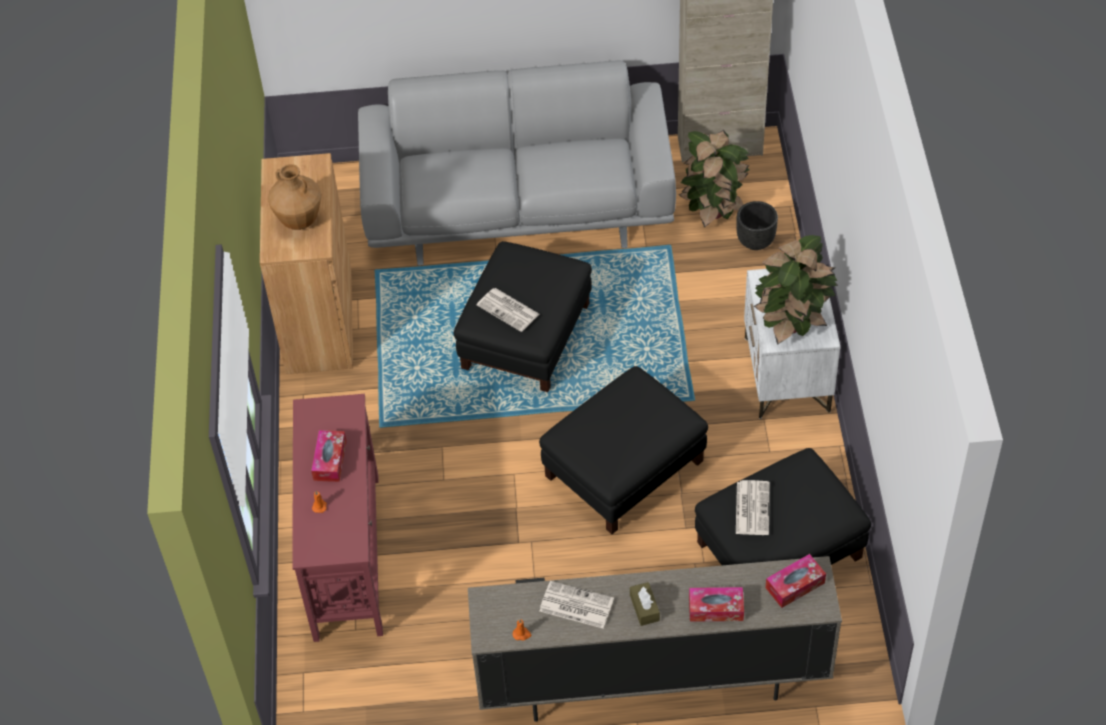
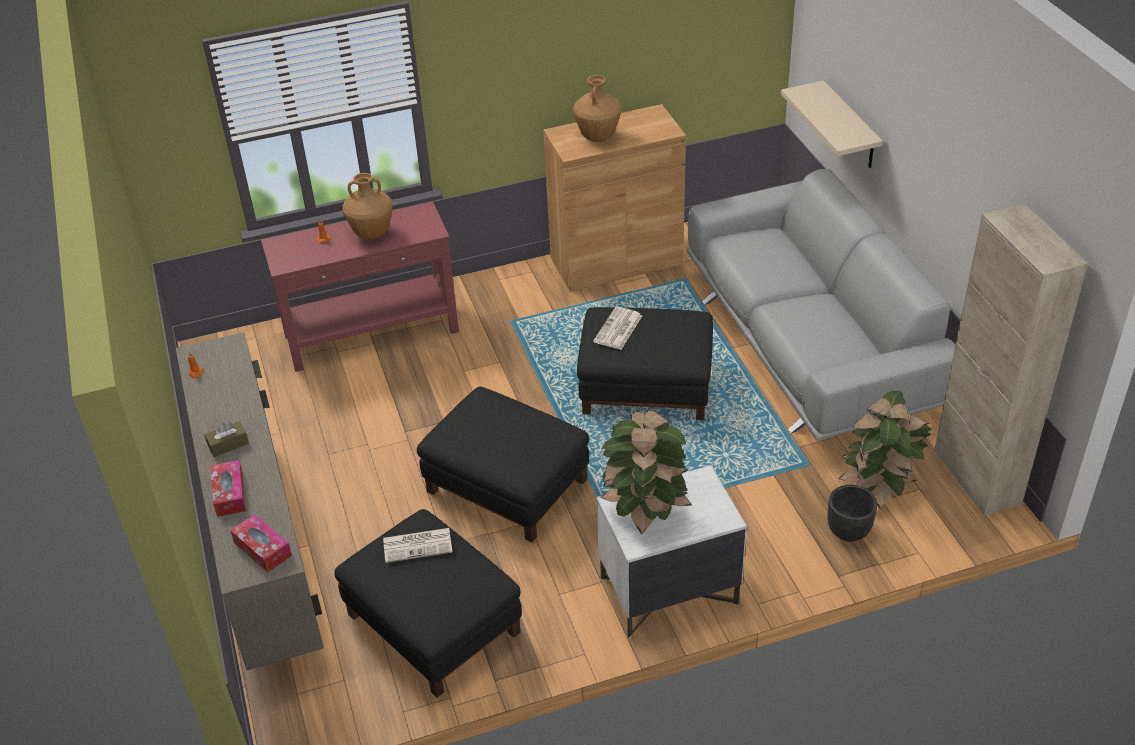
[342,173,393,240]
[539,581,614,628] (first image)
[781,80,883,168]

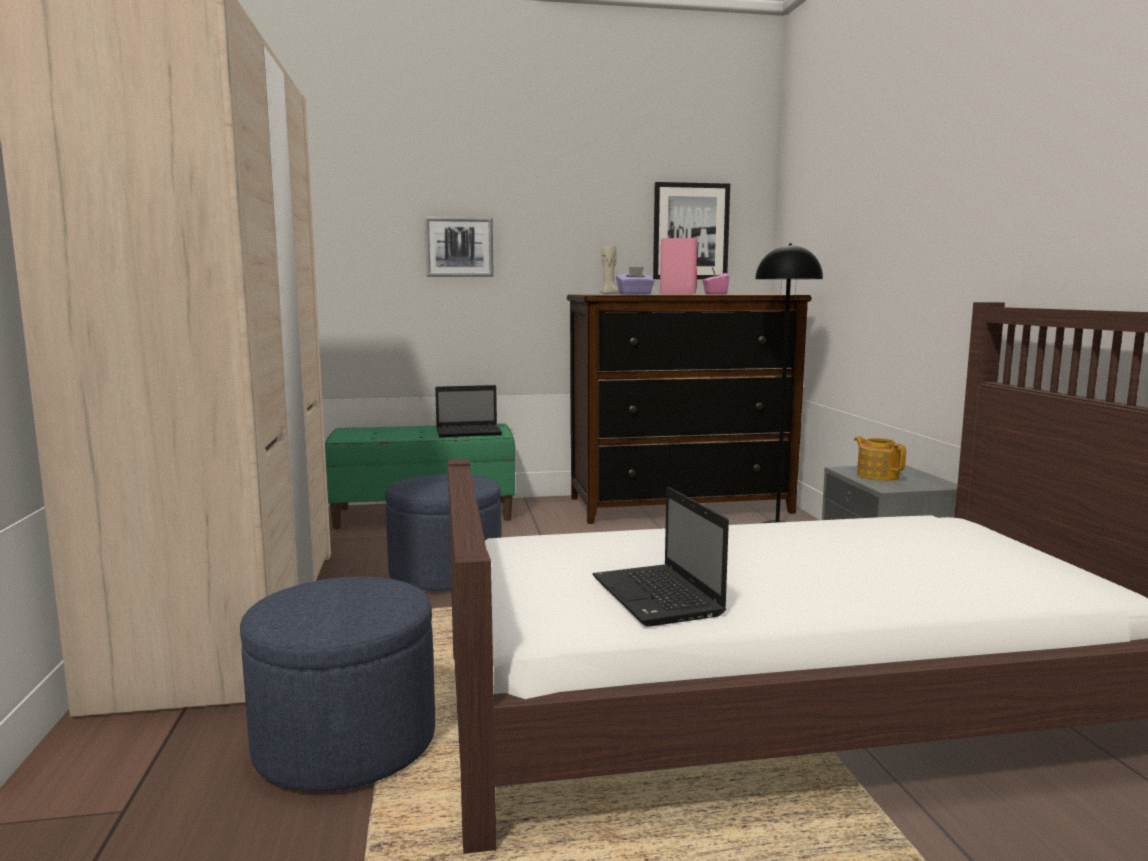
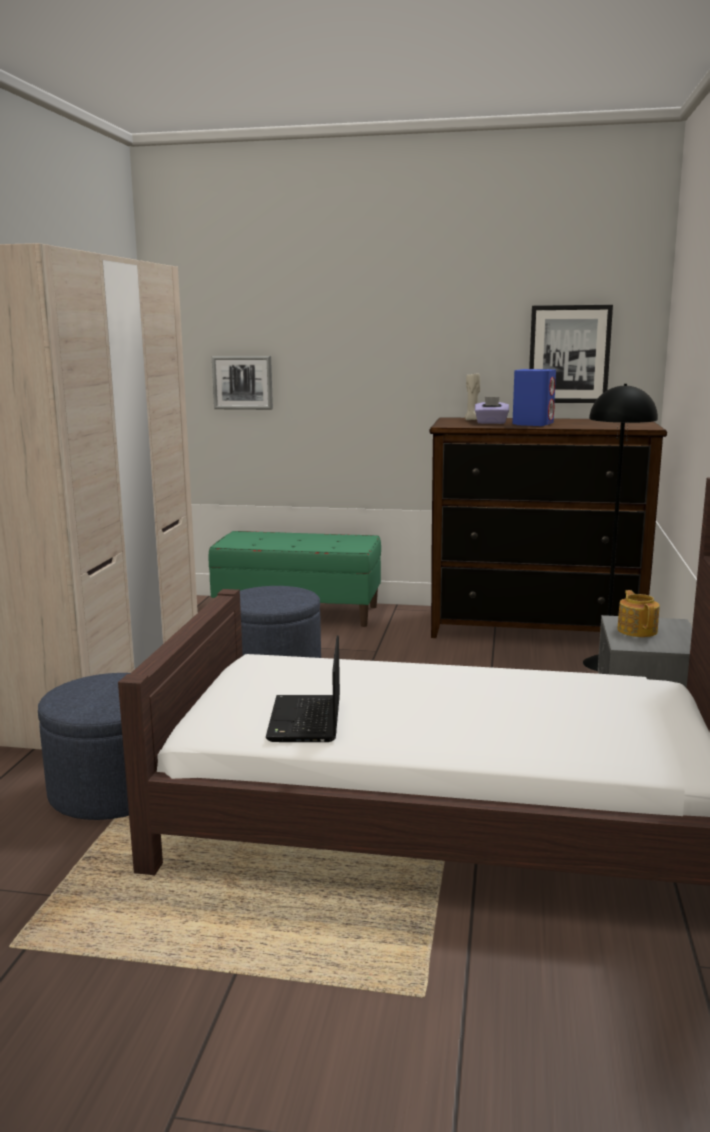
[212,356,273,410]
[435,385,502,437] (first image)
[512,369,556,426]
[703,267,729,295] (first image)

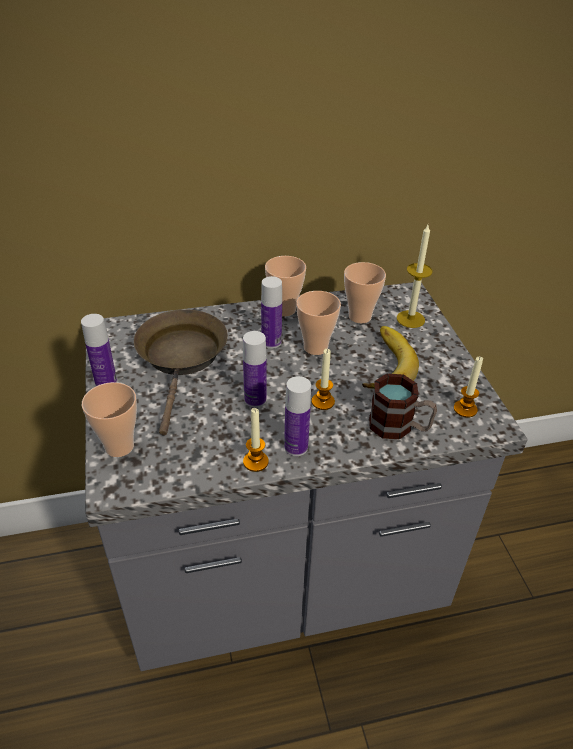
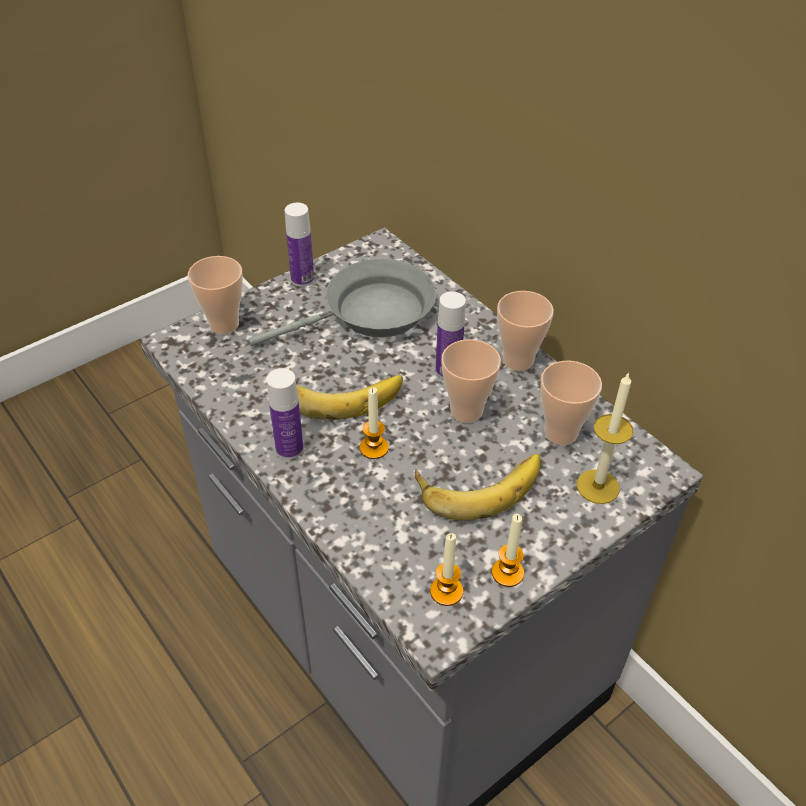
[248,259,436,346]
[289,368,403,420]
[492,514,524,587]
[369,374,437,439] (first image)

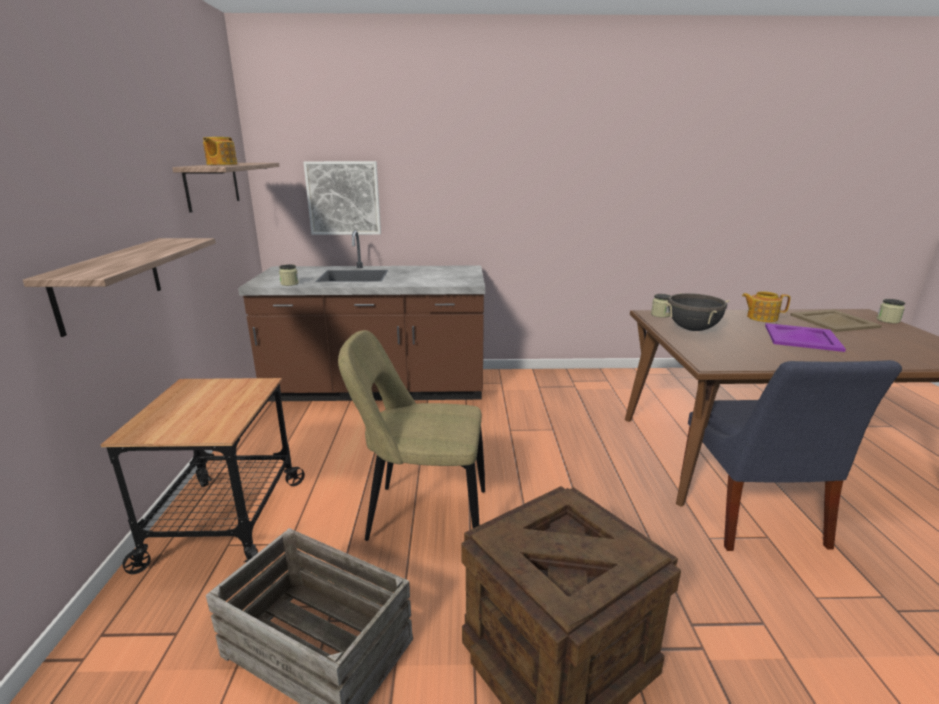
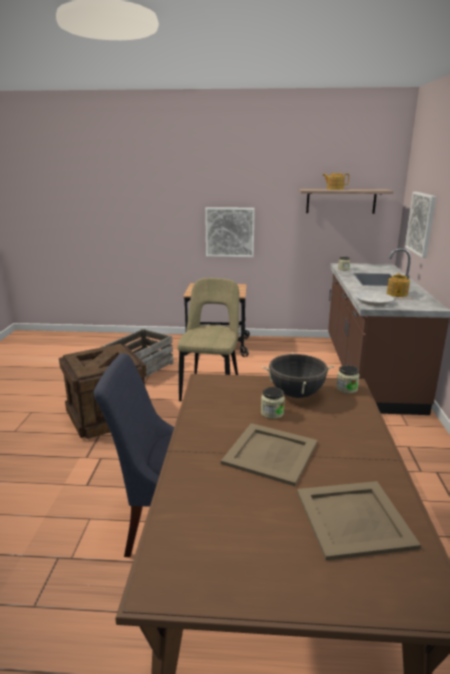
[205,207,255,257]
[387,273,410,297]
[221,423,318,486]
[261,387,285,419]
[356,292,414,306]

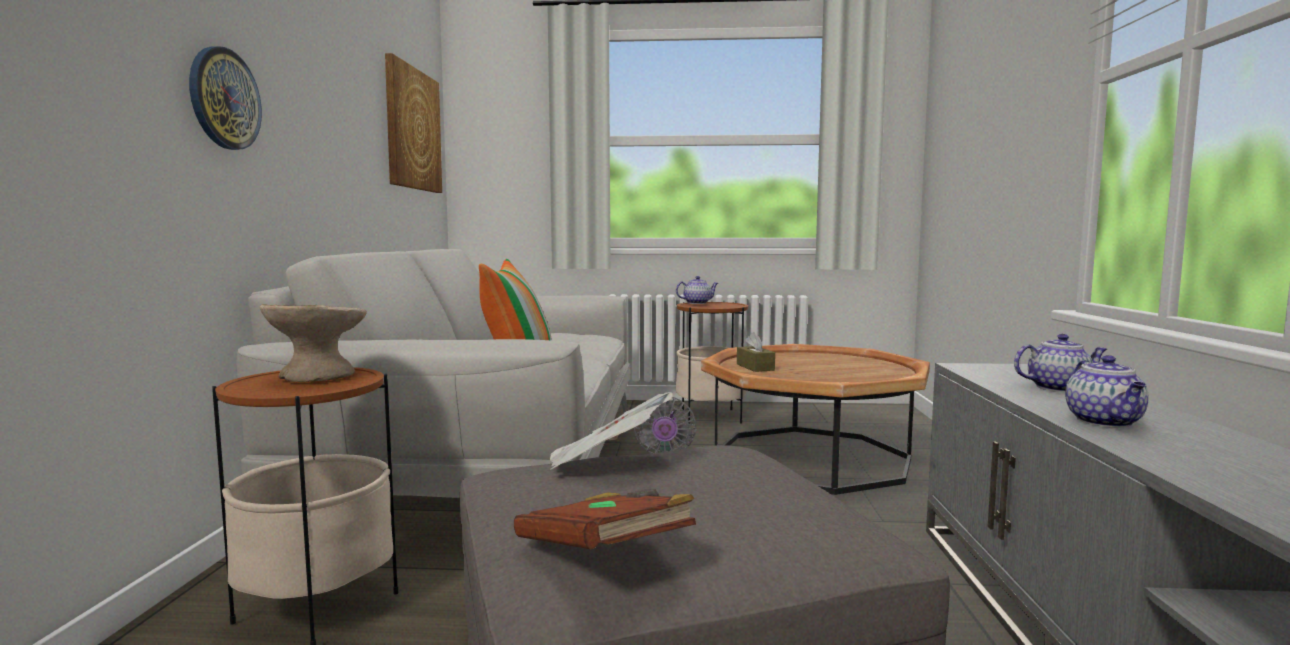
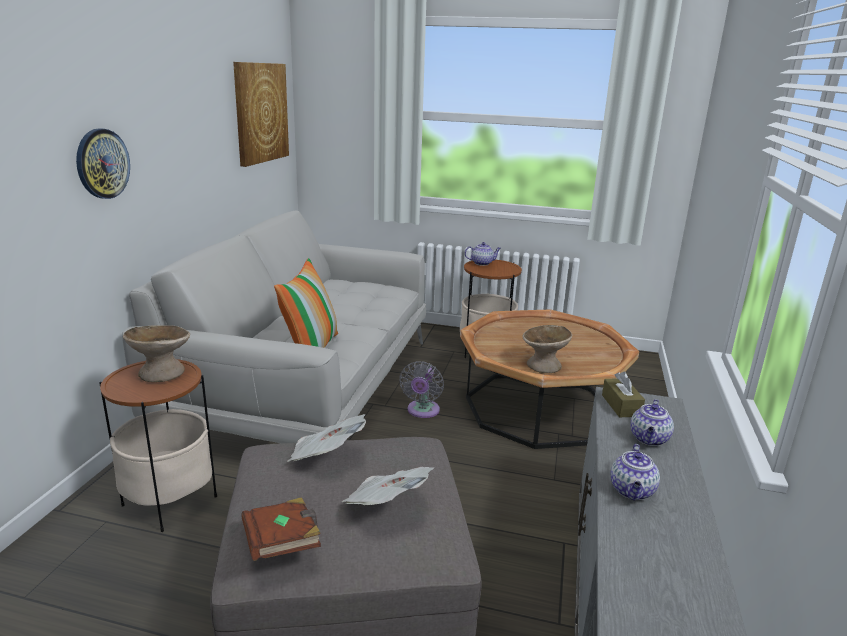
[602,371,645,417]
[630,399,674,446]
[342,467,434,505]
[522,325,572,373]

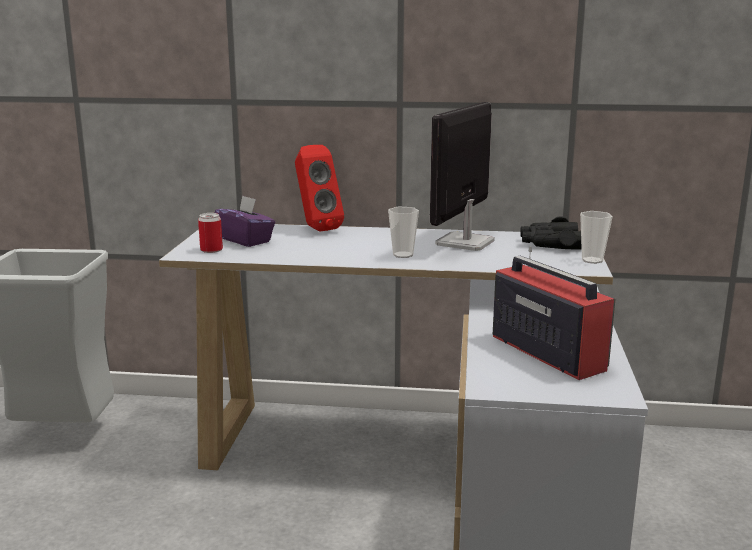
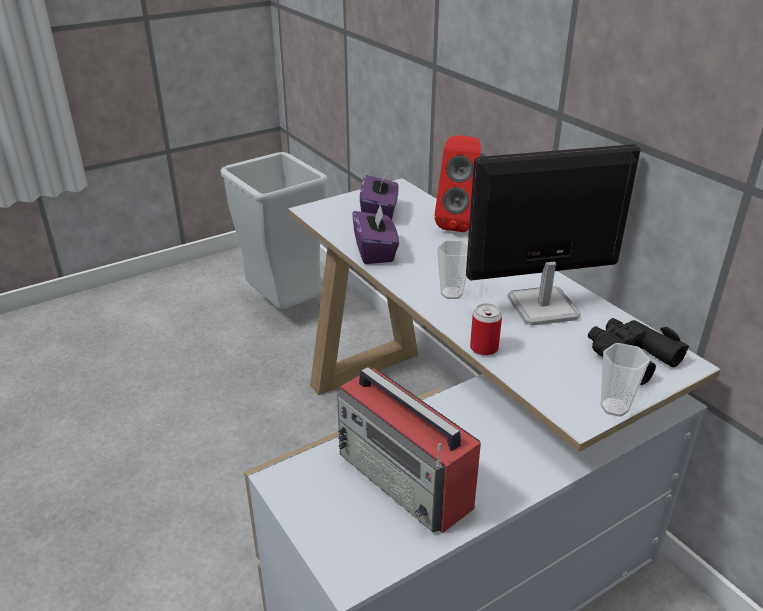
[470,303,502,356]
[337,367,481,533]
[352,203,399,264]

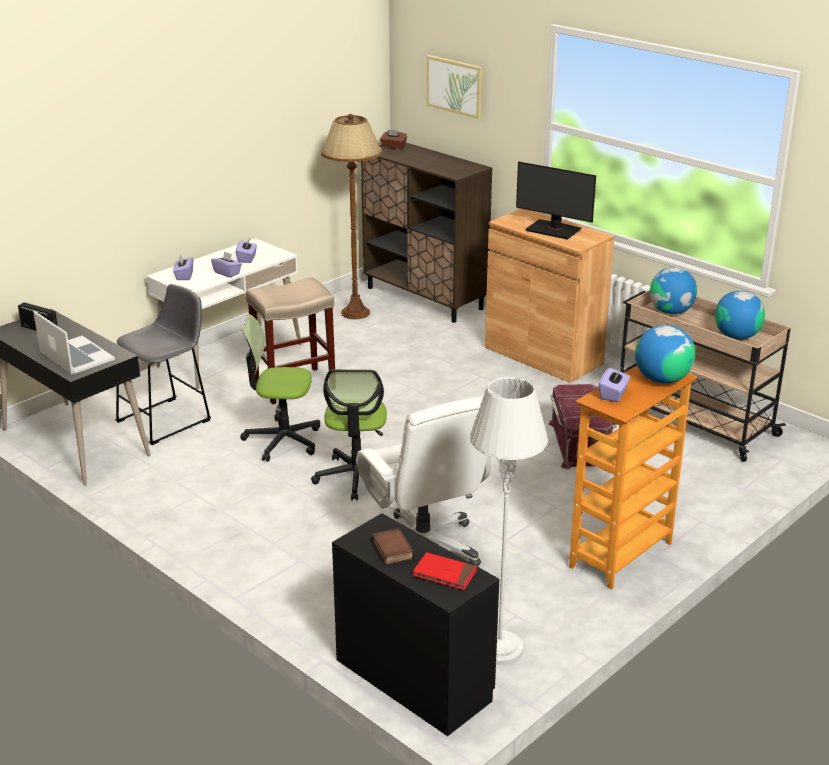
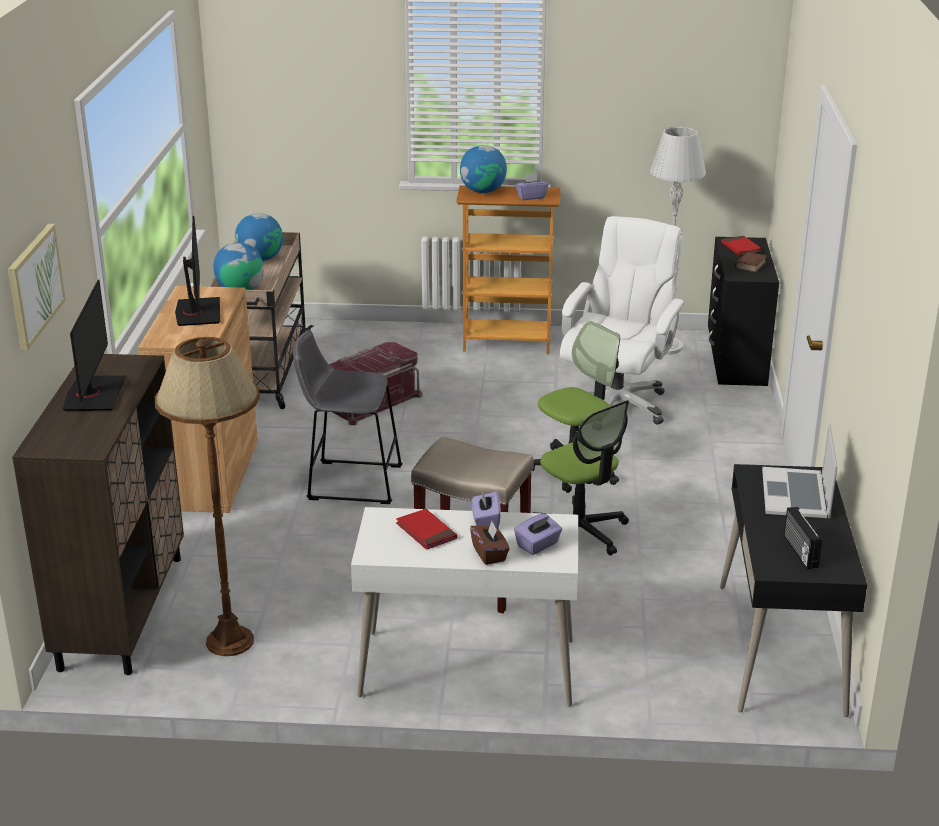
[293,330,403,504]
[396,509,457,550]
[470,521,510,565]
[63,280,127,411]

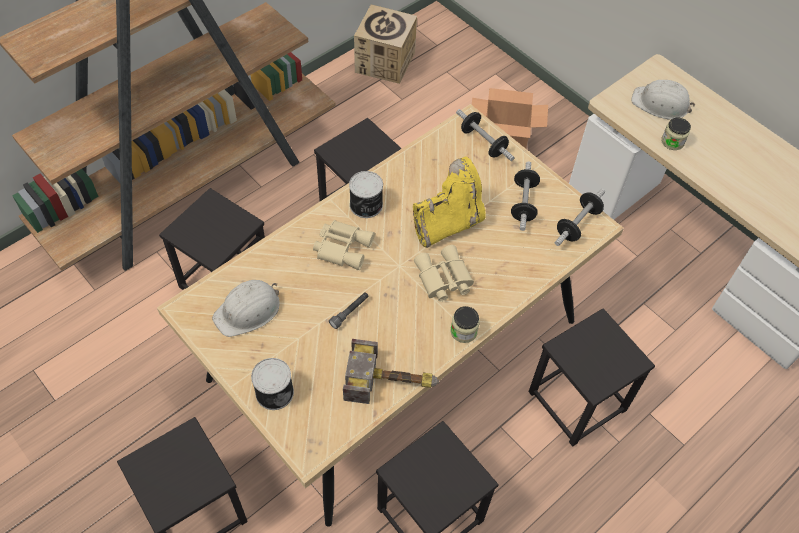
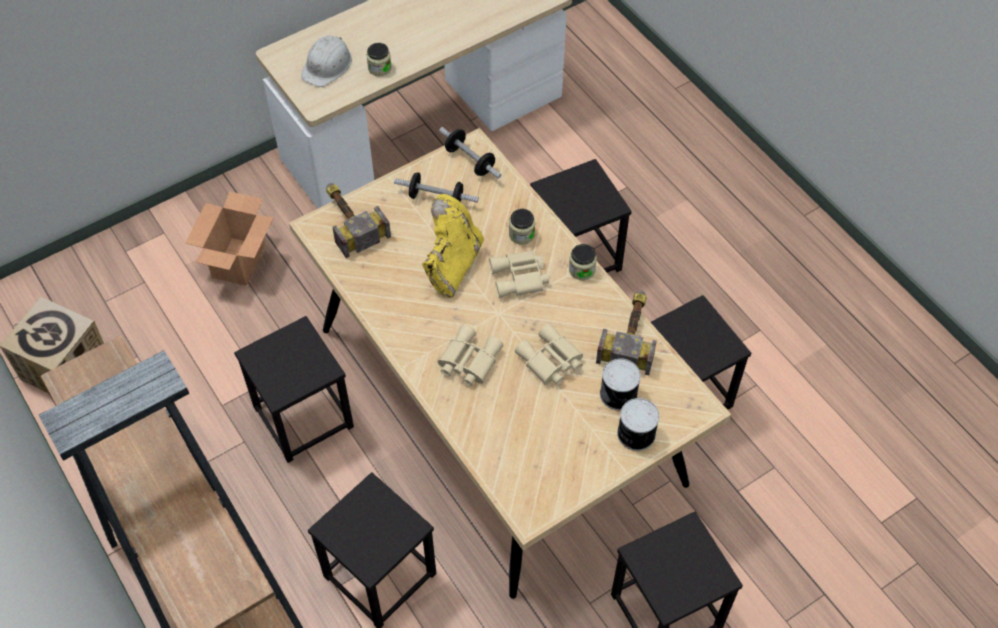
[212,280,280,337] (first image)
[515,323,583,385]
[600,358,641,410]
[422,194,484,297]
[326,183,391,258]
[509,209,535,245]

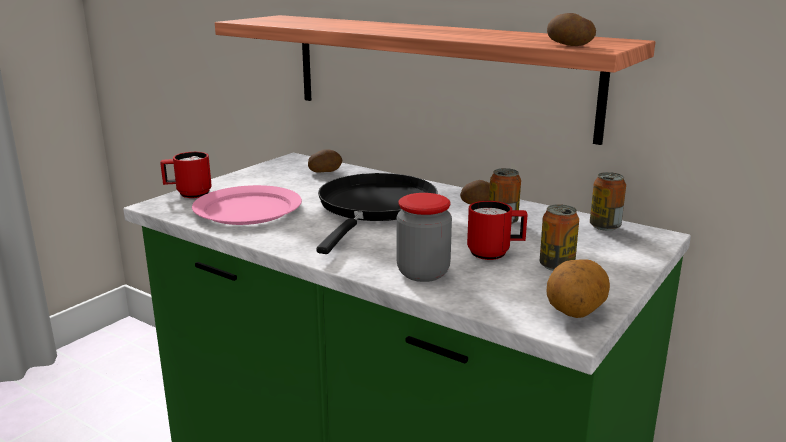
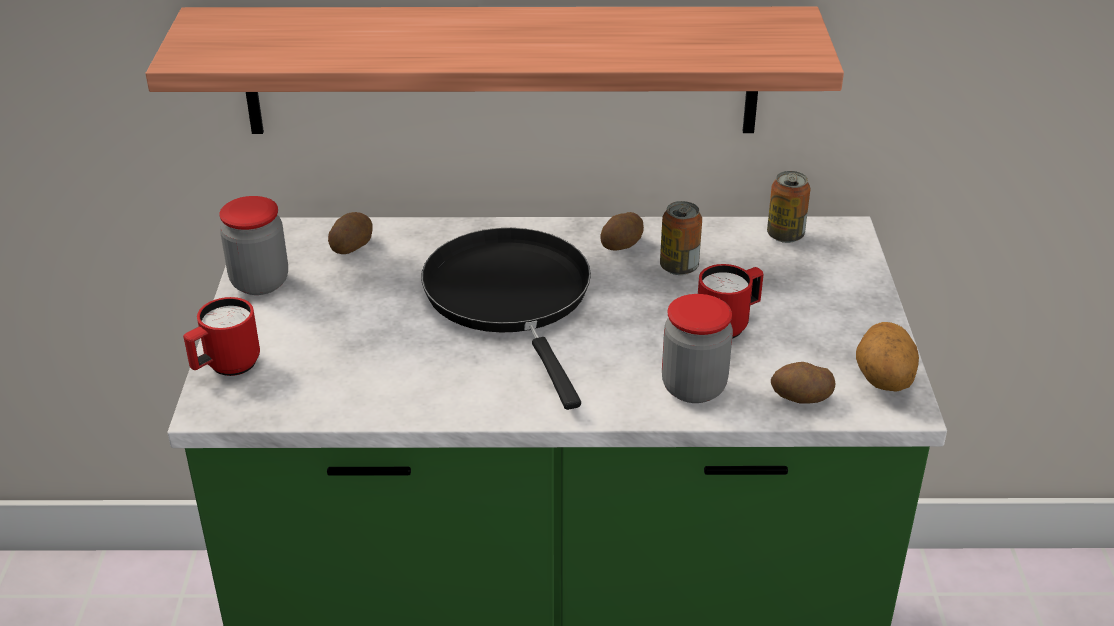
[192,185,302,225] (first image)
[540,204,579,271] (first image)
[771,362,835,404]
[220,196,288,295]

